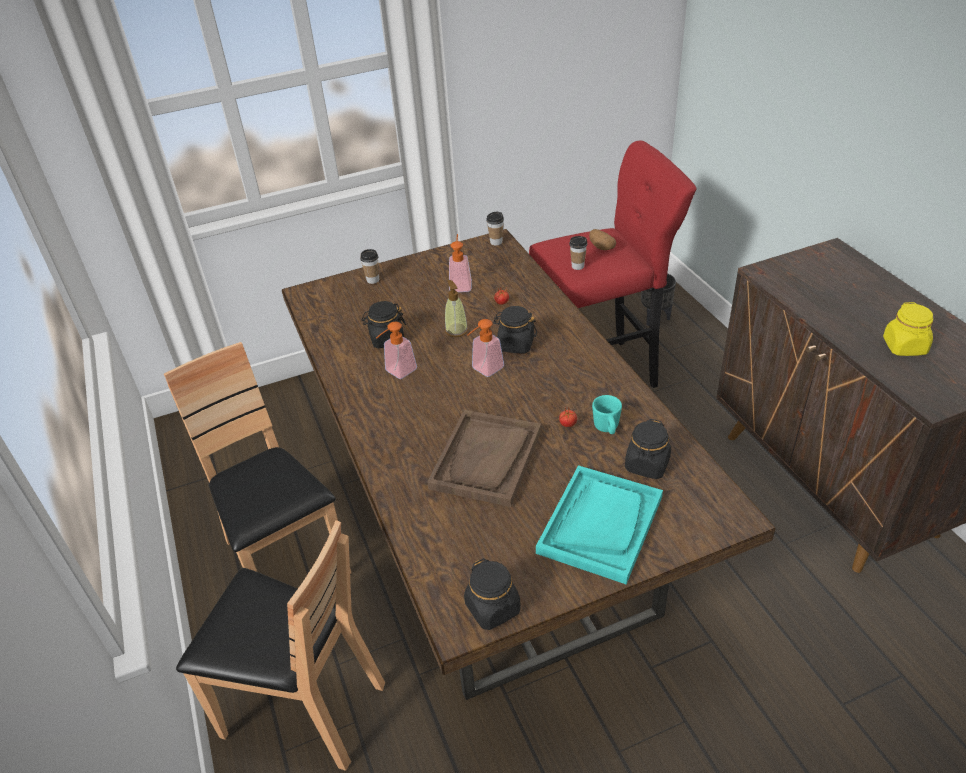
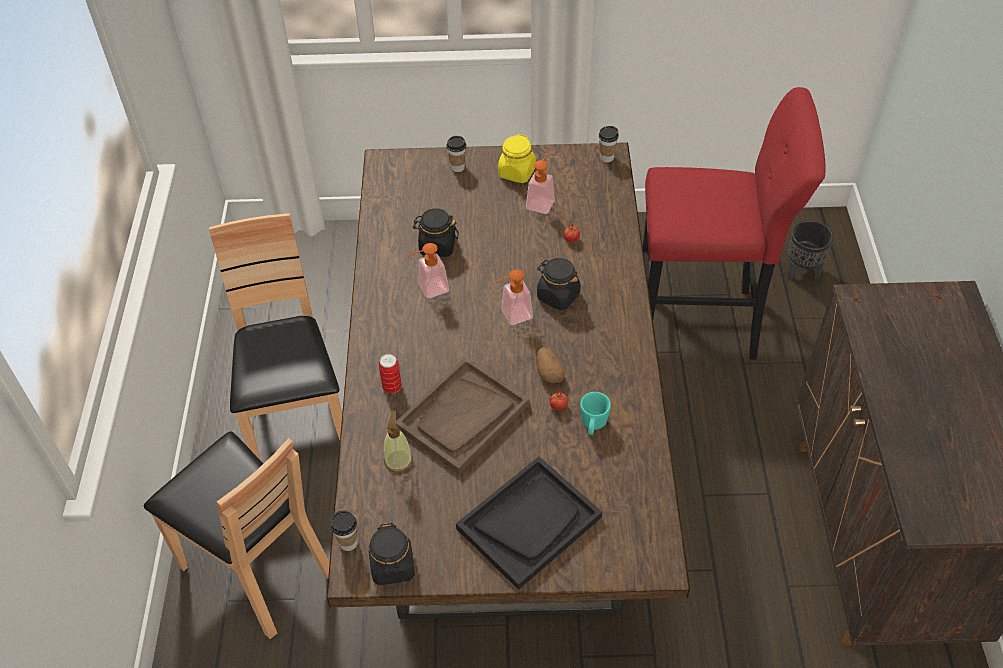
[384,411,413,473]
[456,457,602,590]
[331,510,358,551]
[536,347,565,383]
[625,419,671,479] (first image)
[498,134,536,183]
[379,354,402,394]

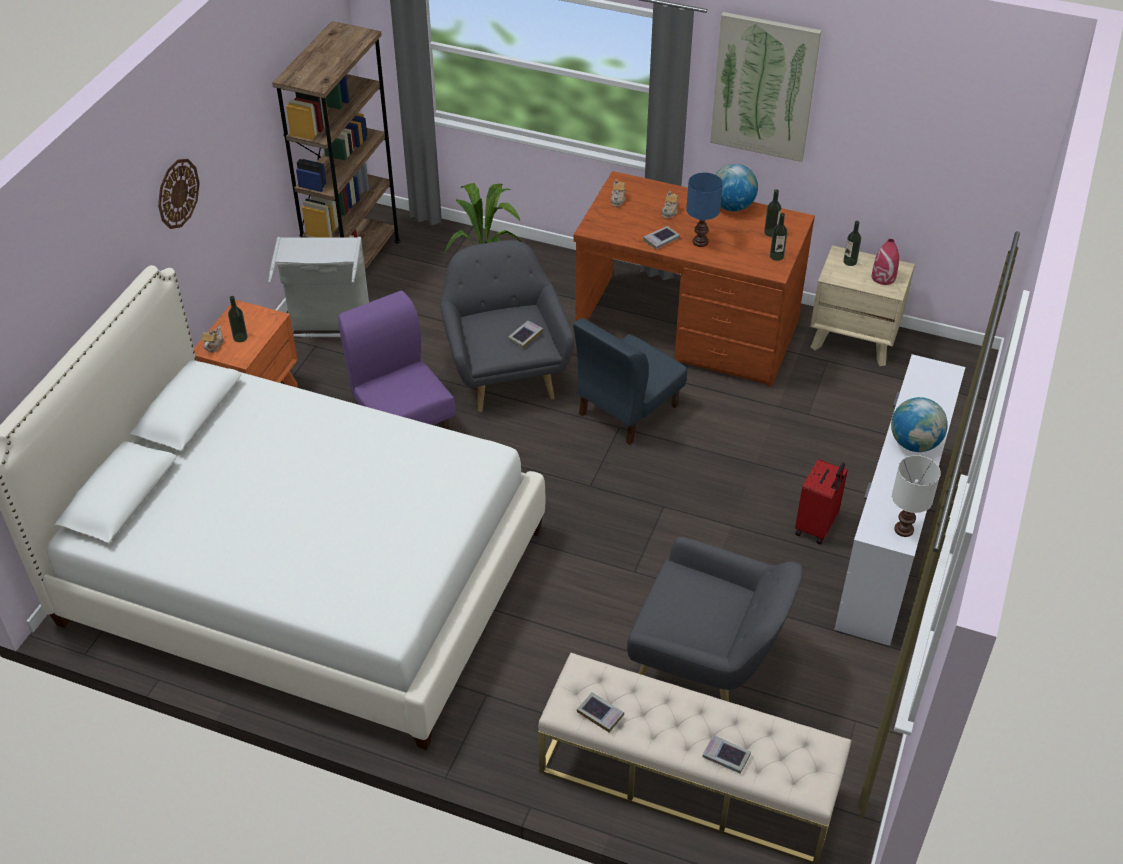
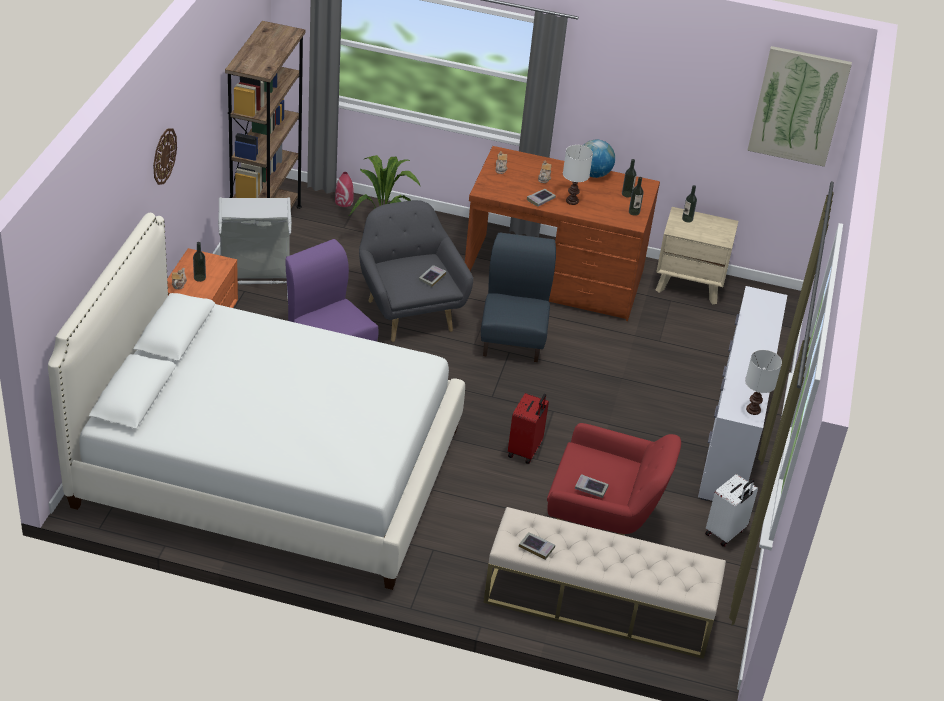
[481,233,556,362]
[547,423,681,536]
[563,145,593,205]
[575,474,609,498]
[747,46,852,167]
[508,393,549,464]
[335,172,354,207]
[891,397,948,452] (first image)
[705,474,758,547]

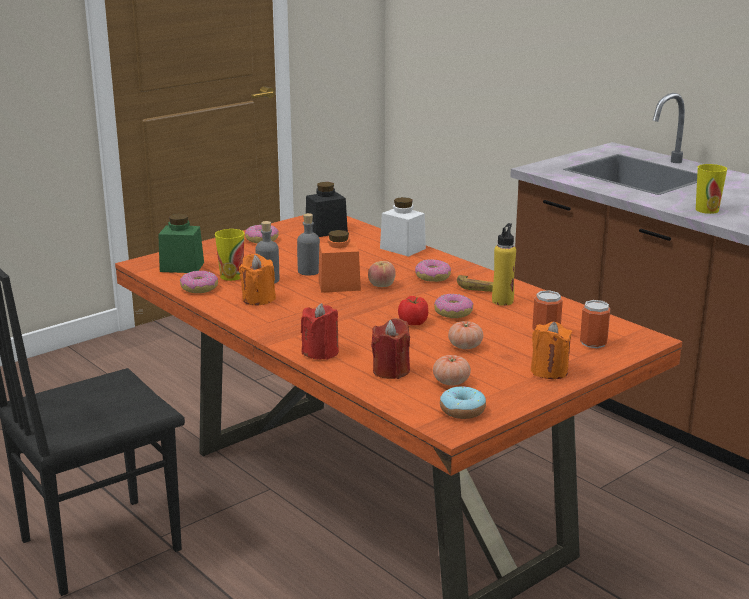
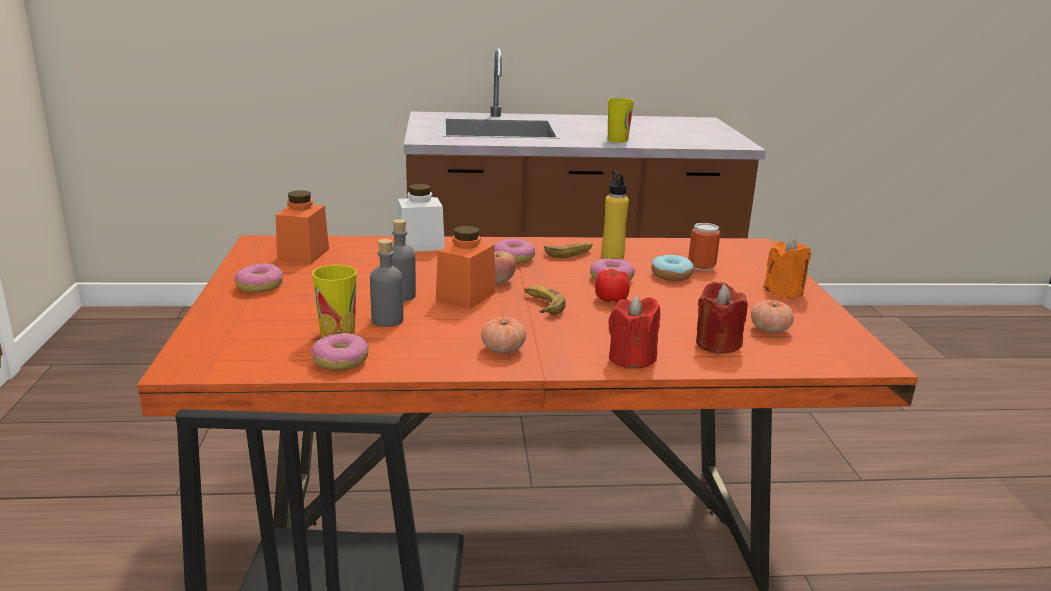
[158,214,204,273] (first image)
[239,254,276,306] (first image)
[276,191,329,264]
[651,254,694,281]
[481,317,526,353]
[580,300,610,348] (first image)
[524,286,566,315]

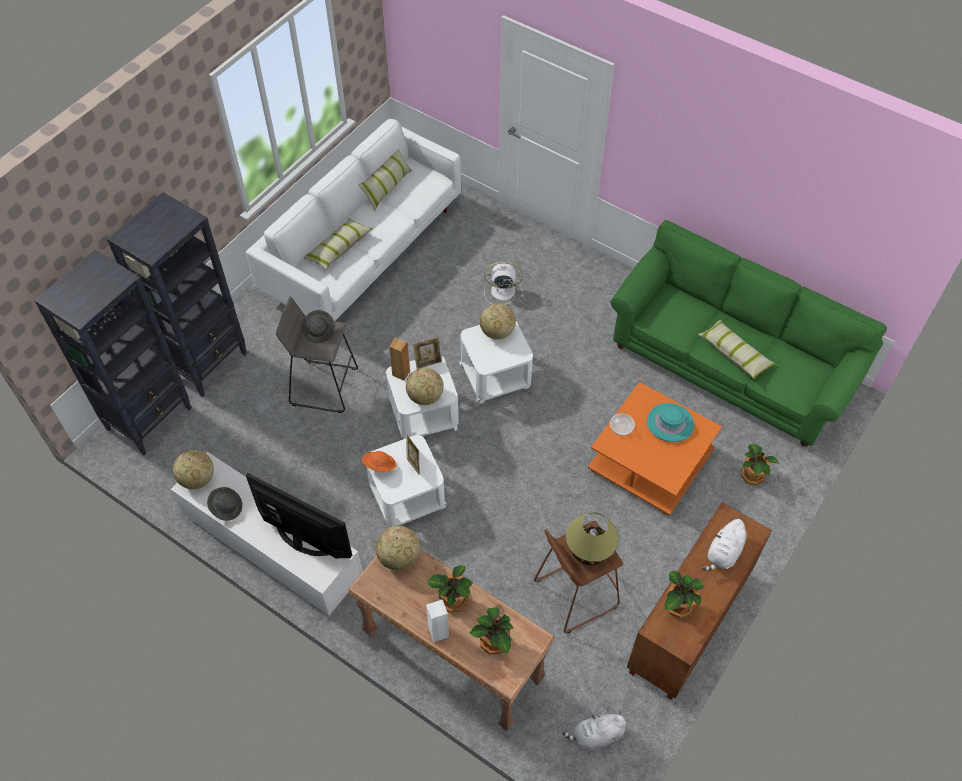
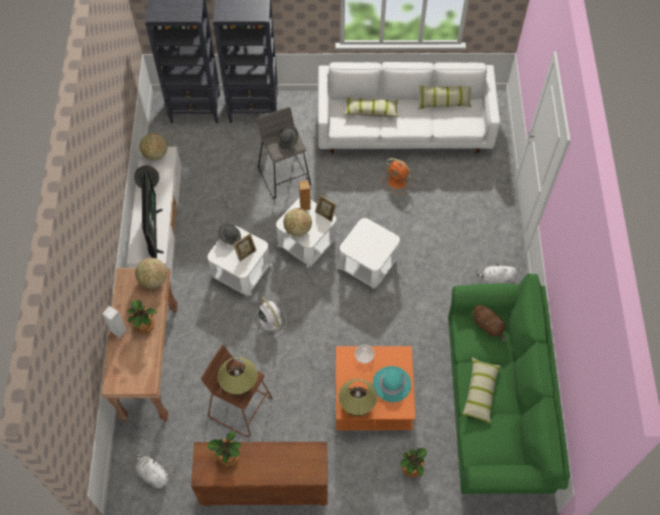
[218,223,241,246]
[470,607,513,655] (first image)
[480,303,516,340] (first image)
[253,297,287,337]
[475,263,518,284]
[339,379,377,417]
[382,158,414,194]
[472,305,506,343]

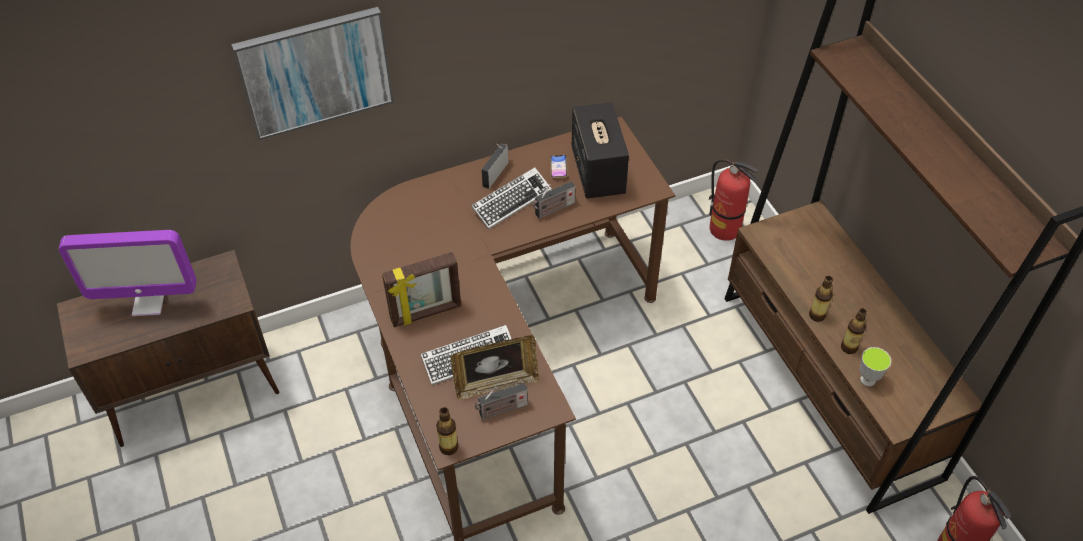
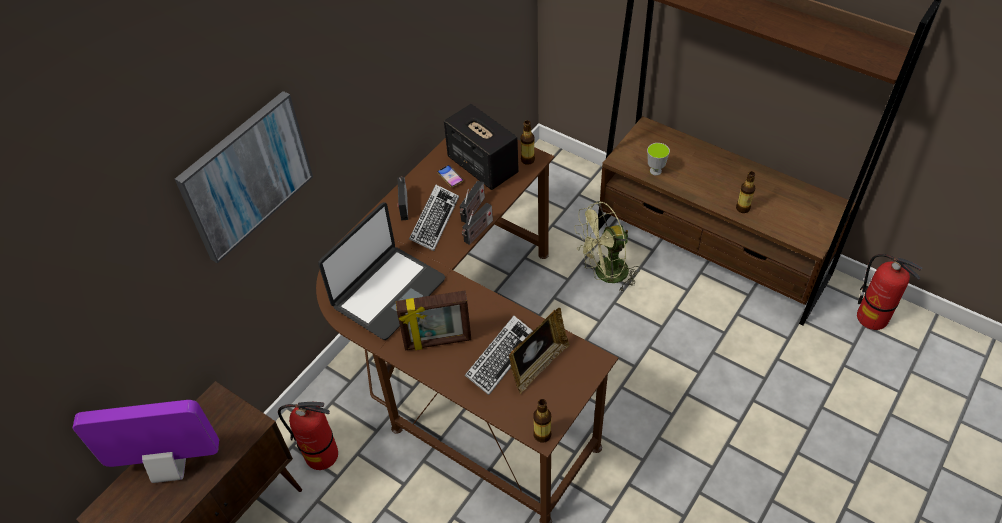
[73,400,219,483]
[396,291,472,351]
[462,203,493,245]
[278,402,338,470]
[520,120,535,165]
[647,143,670,176]
[318,202,445,340]
[575,201,640,291]

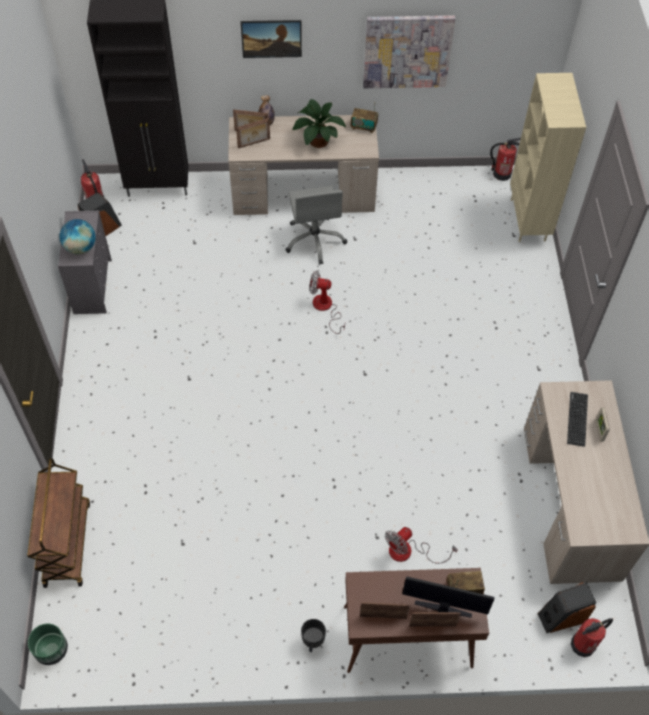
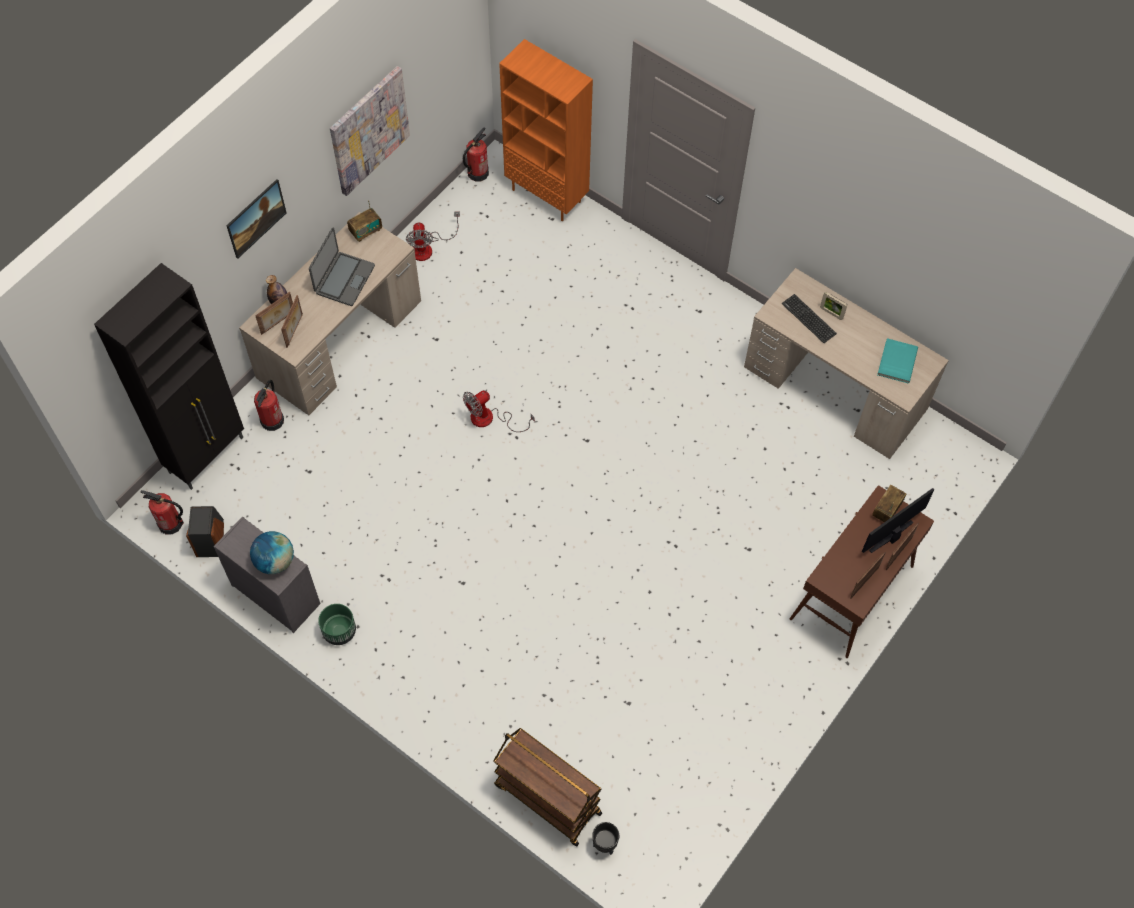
[318,604,356,645]
[285,186,347,264] (first image)
[309,227,375,306]
[592,822,619,855]
[406,211,460,261]
[499,39,593,221]
[538,582,596,633] (first image)
[254,380,284,431]
[877,338,918,383]

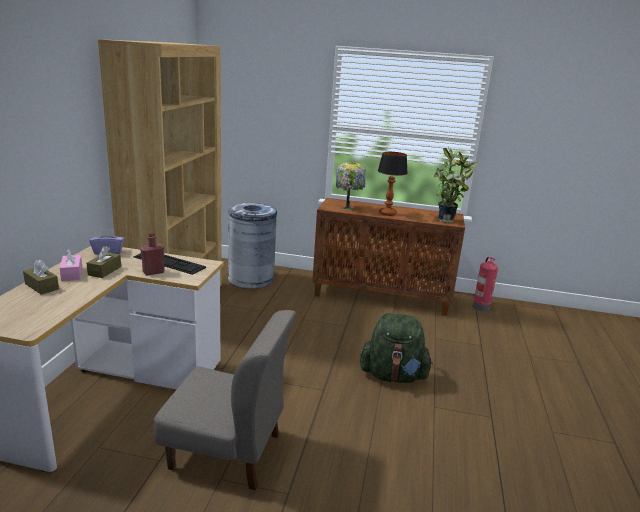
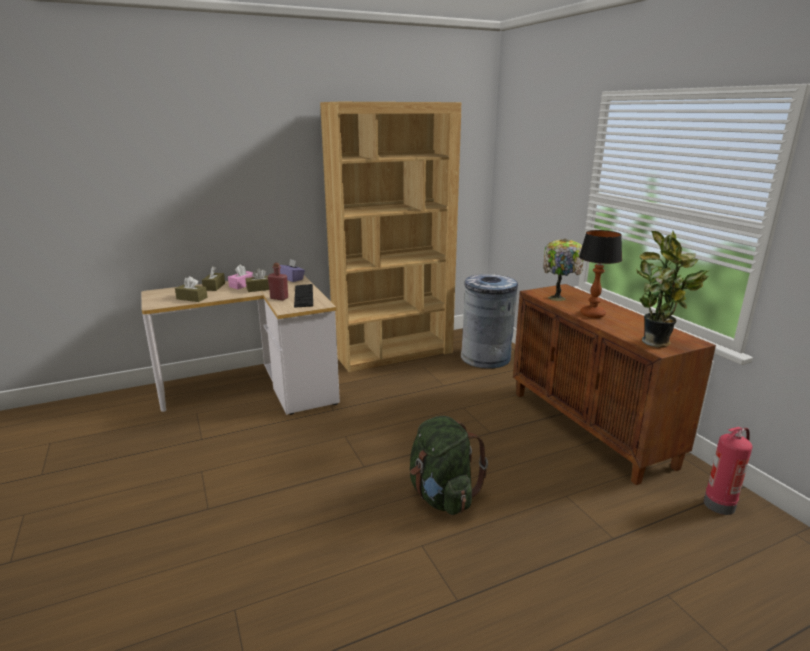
[153,310,296,490] (first image)
[175,276,208,302]

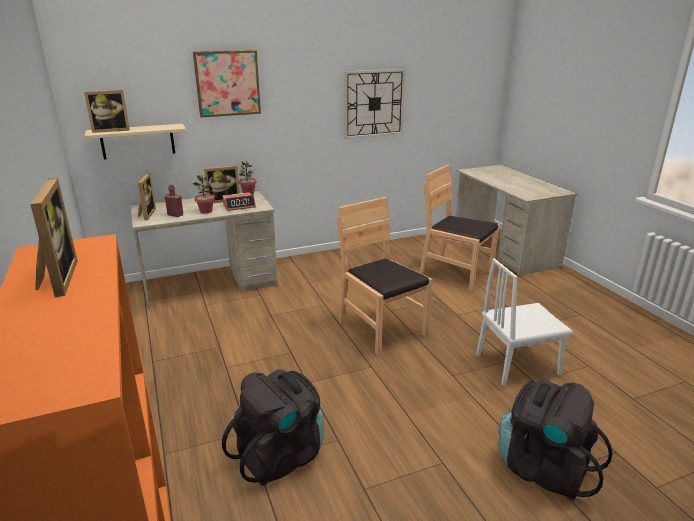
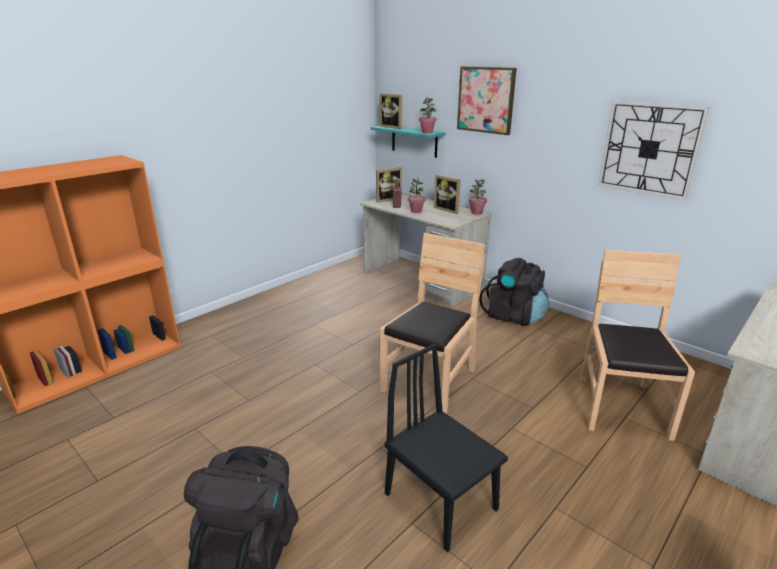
[30,178,78,297] (first image)
[371,126,446,158]
[222,192,256,211] (first image)
[479,258,549,326]
[385,343,508,552]
[419,97,437,133]

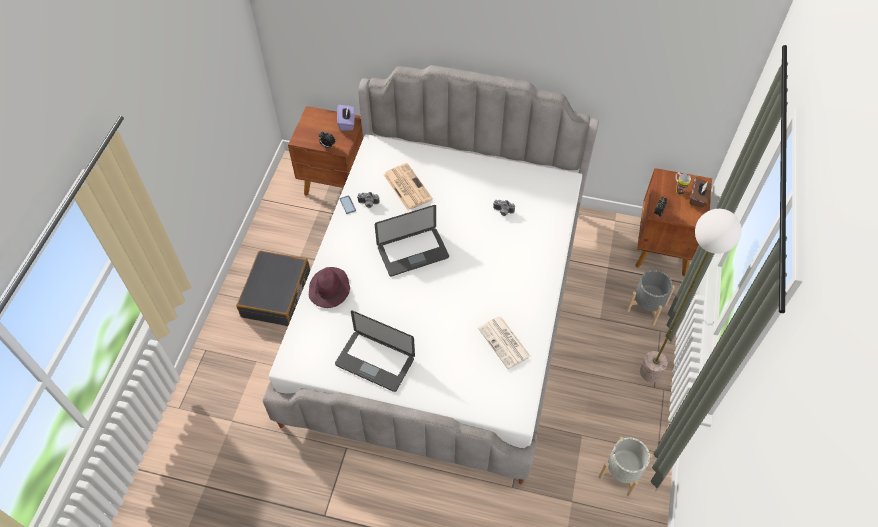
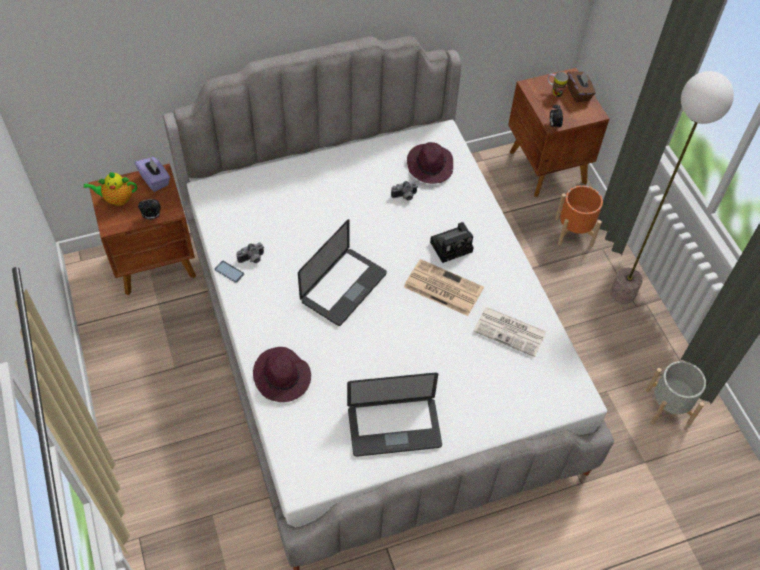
[236,250,310,326] (first image)
[404,259,484,316]
[555,185,603,247]
[84,172,137,206]
[407,142,453,184]
[430,222,474,263]

